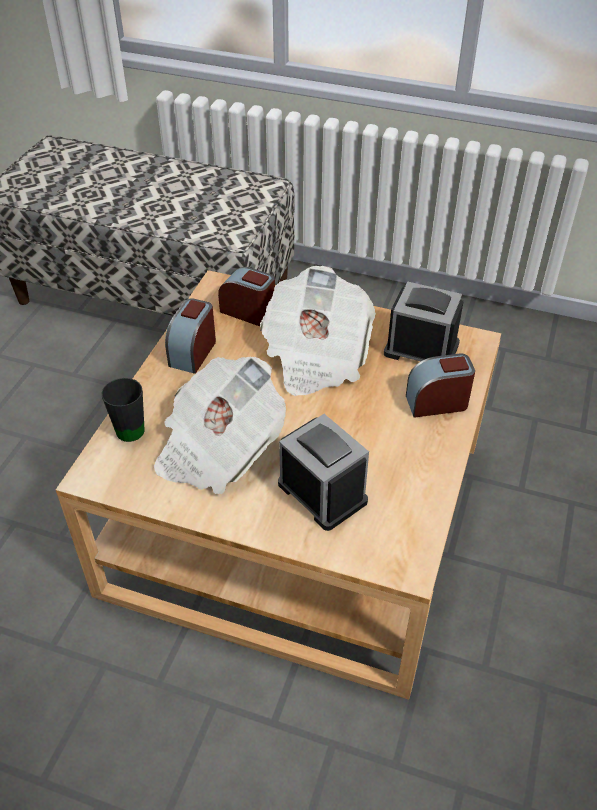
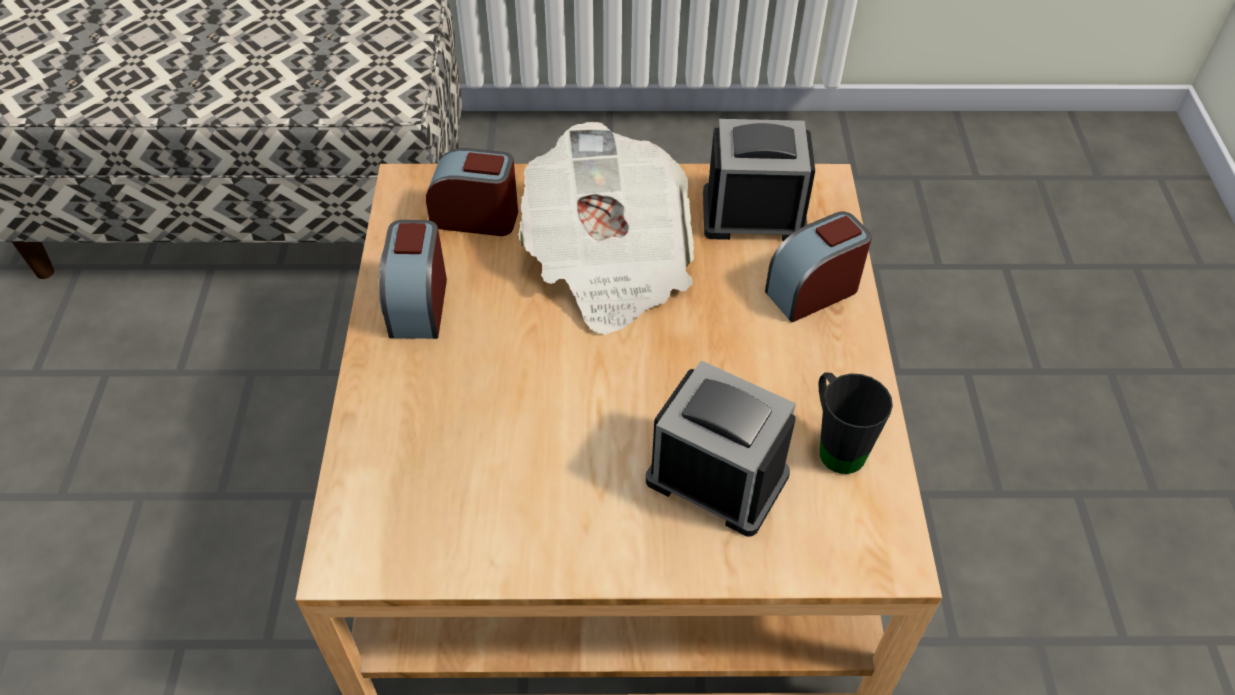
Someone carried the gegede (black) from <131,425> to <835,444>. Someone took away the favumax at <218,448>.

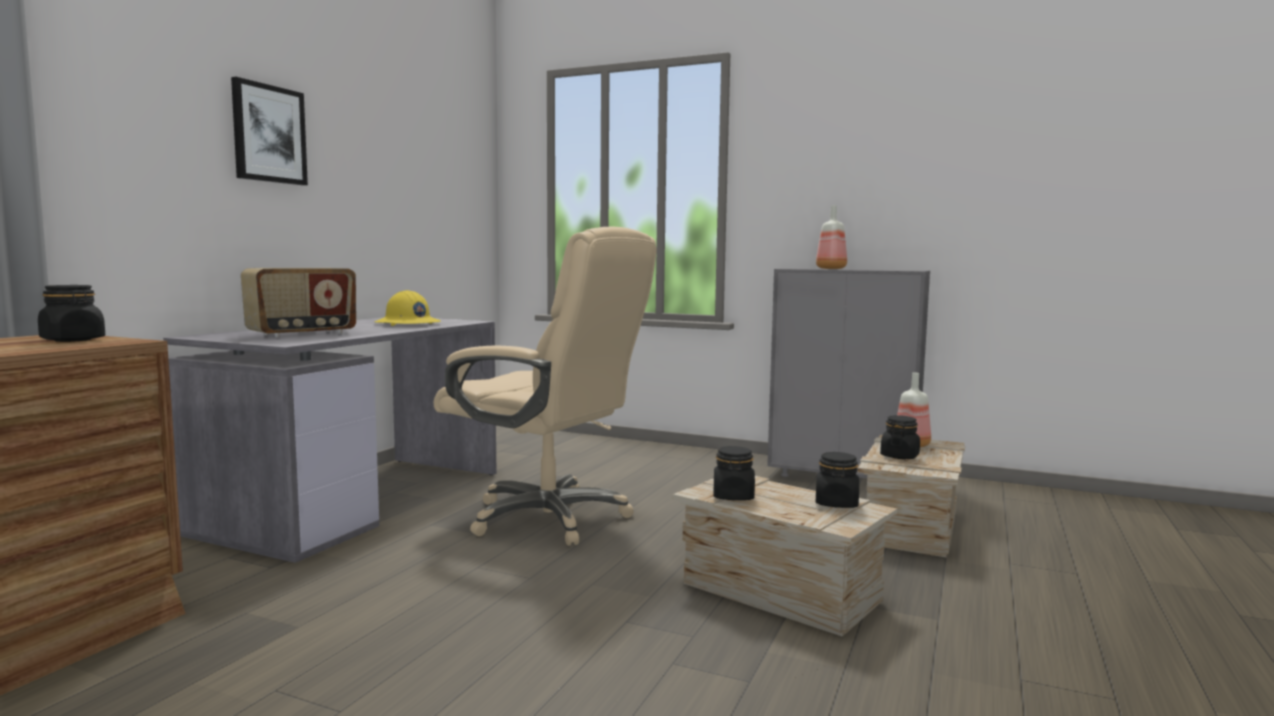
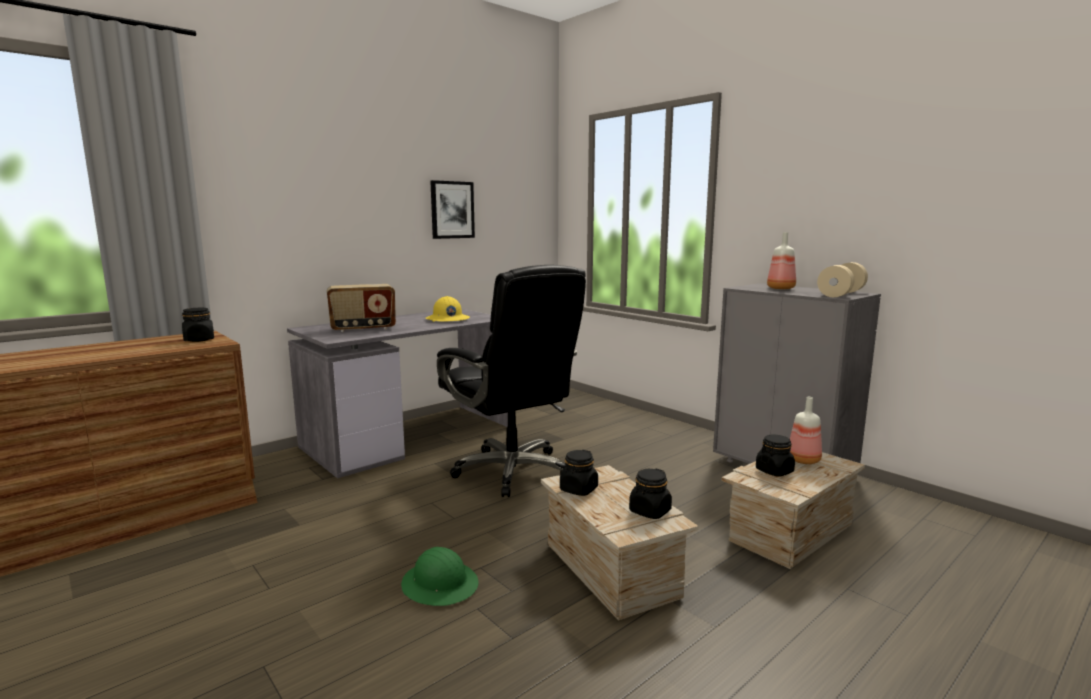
Someone carried the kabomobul from <269,134> to <452,210>. Someone repainted the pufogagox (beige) at <545,517>, which became the pufogagox (black) at <510,469>. Someone put down the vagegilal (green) at <440,585>. Someone put down the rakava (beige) at <841,294>.

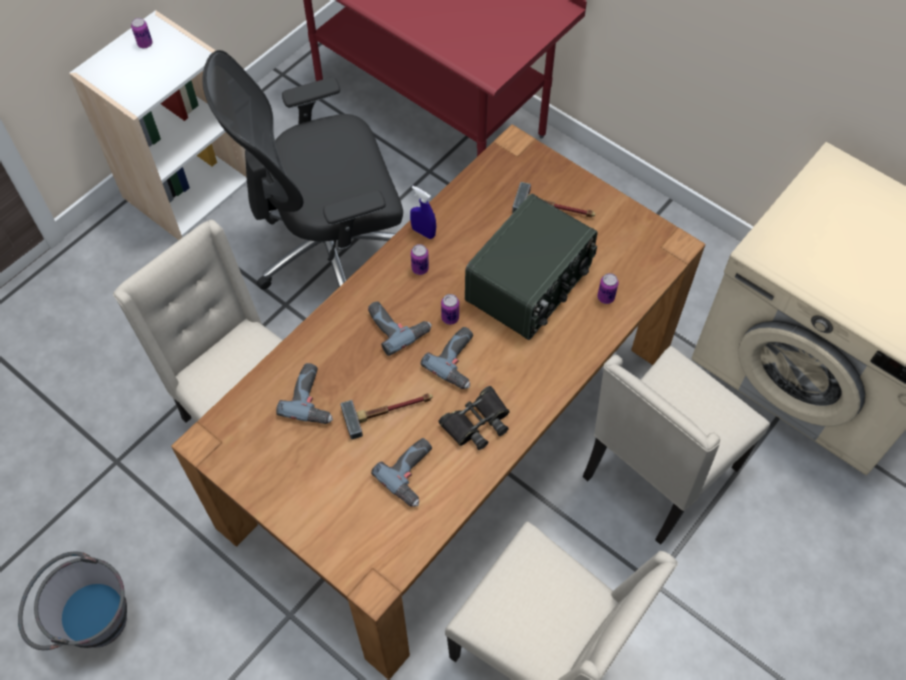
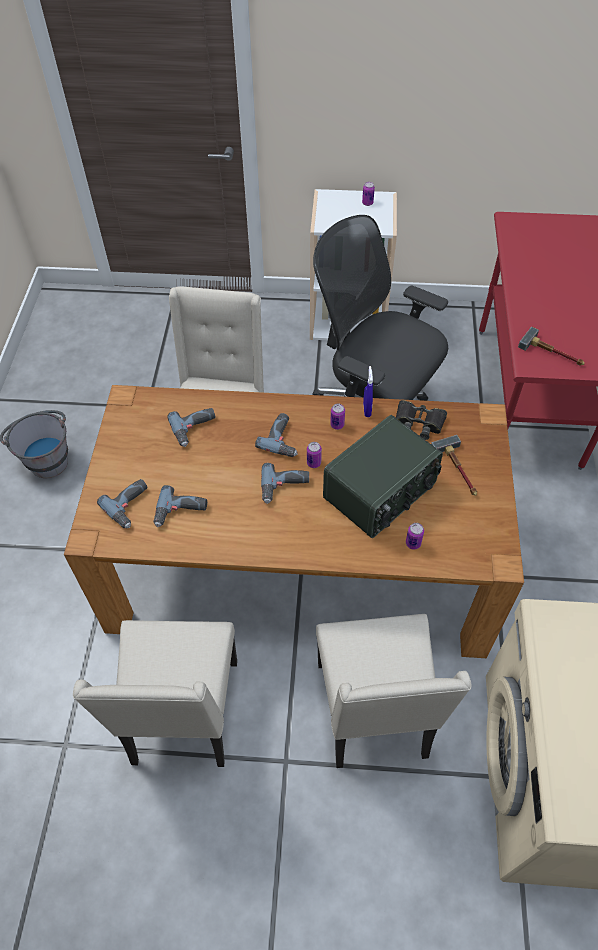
Someone carried the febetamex from <389,411> to <552,353>. Someone carried the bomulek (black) from <477,422> to <418,423>. Someone rotated the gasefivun at <530,285> by 45 degrees counterclockwise. Someone rotated the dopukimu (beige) at <657,473> by 105 degrees counterclockwise. Someone put down the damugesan at <131,506>.

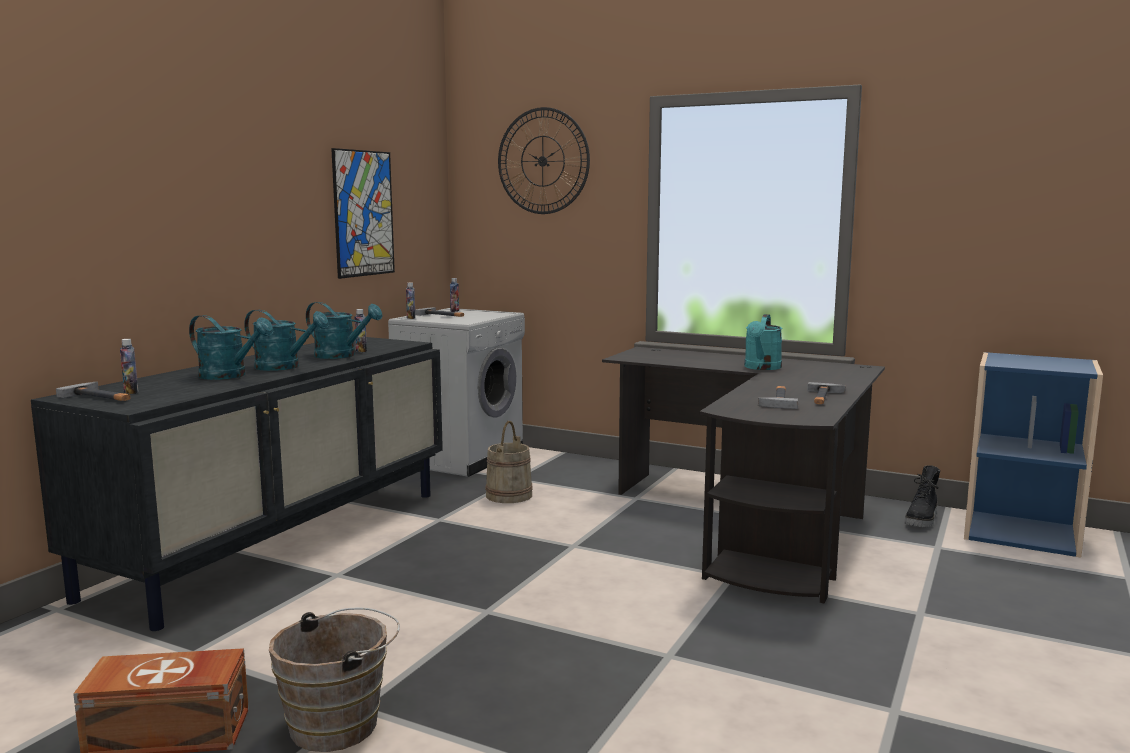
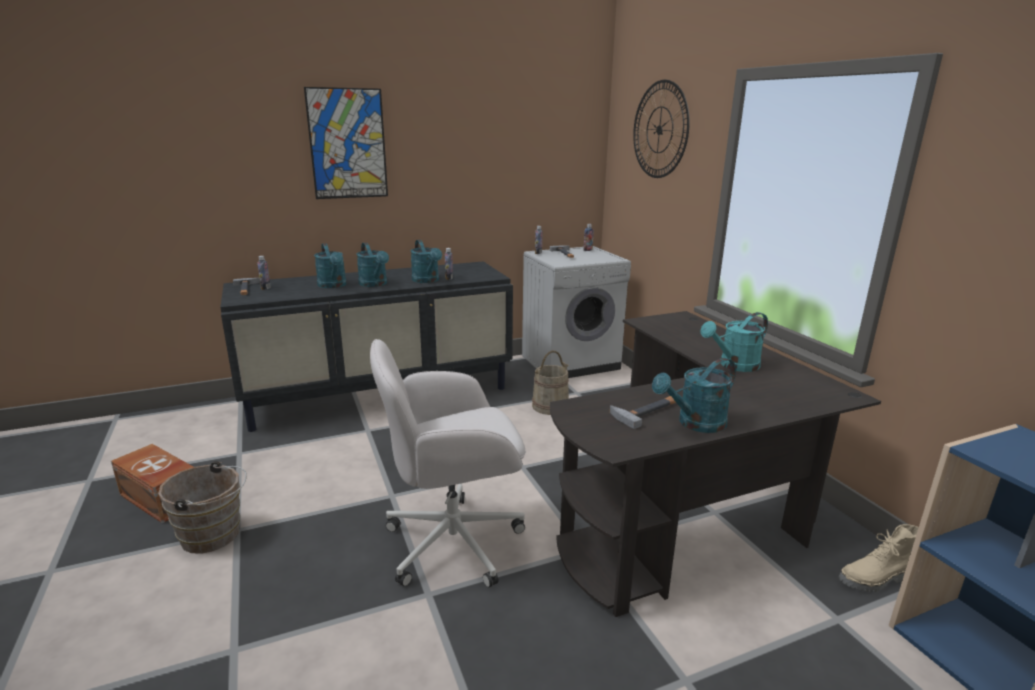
Someone carried the kabomobul from <363,213> to <347,144>. Someone swapped the febetamex at <823,398> for the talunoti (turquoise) at <695,424>. Someone repainted the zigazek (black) at <922,520>, which became the zigazek (beige) at <874,580>. Someone put down the pufogagox (white) at <453,543>.

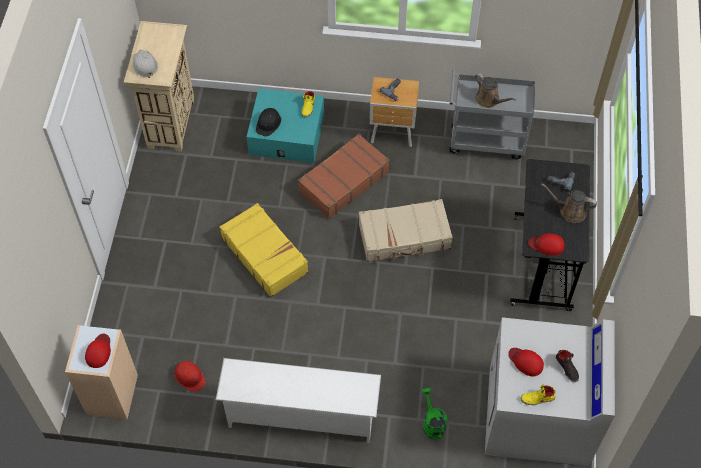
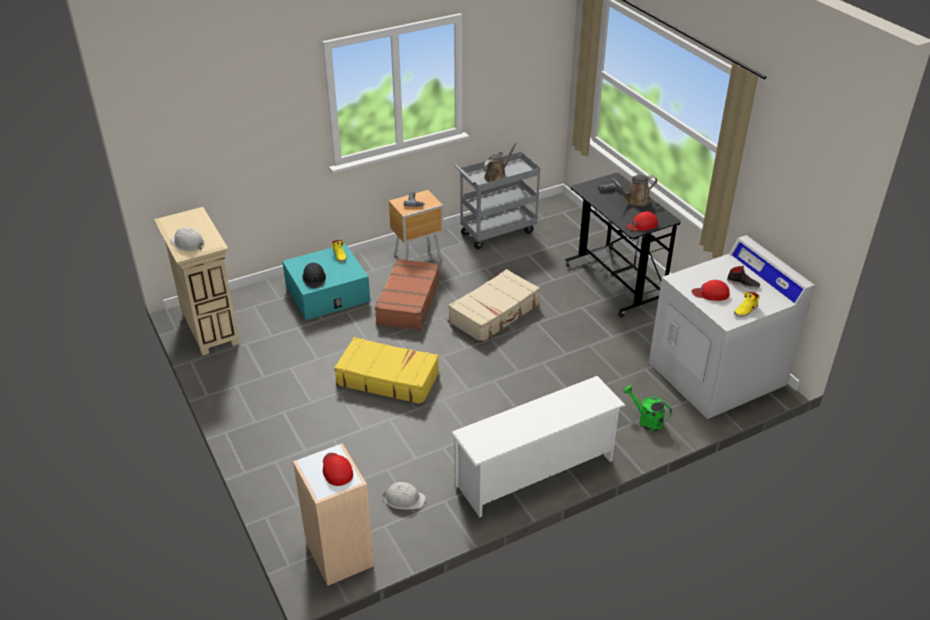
Someone repainted the vagegilal (red) at <189,376>, which became the vagegilal (white) at <404,499>. Someone rotated the talunoti (brown) at <489,100> by 60 degrees counterclockwise.

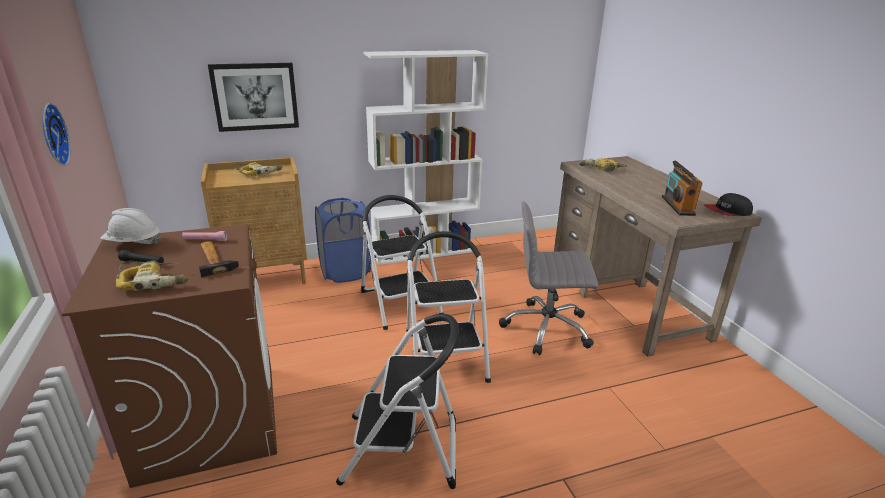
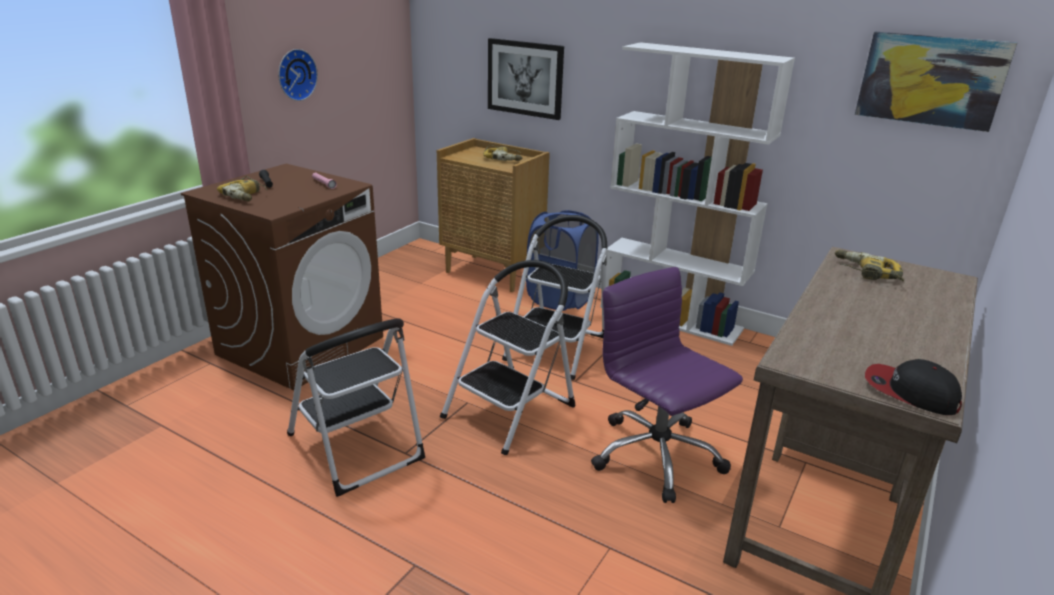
Someone took away the vagegilal (white) at <133,243>. Someone took away the febetamex at <214,259>. Someone repainted the pufogagox (grey) at <546,328>, which became the pufogagox (purple) at <656,455>. Someone took away the gasefivun at <677,206>. Someone put up the kabomobul at <931,80>.

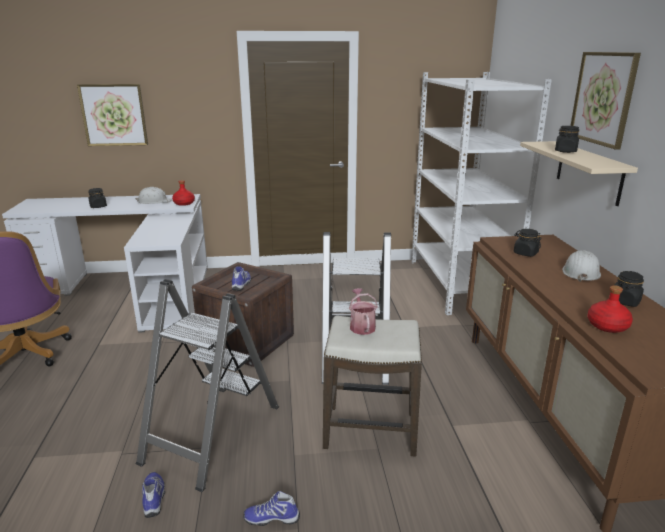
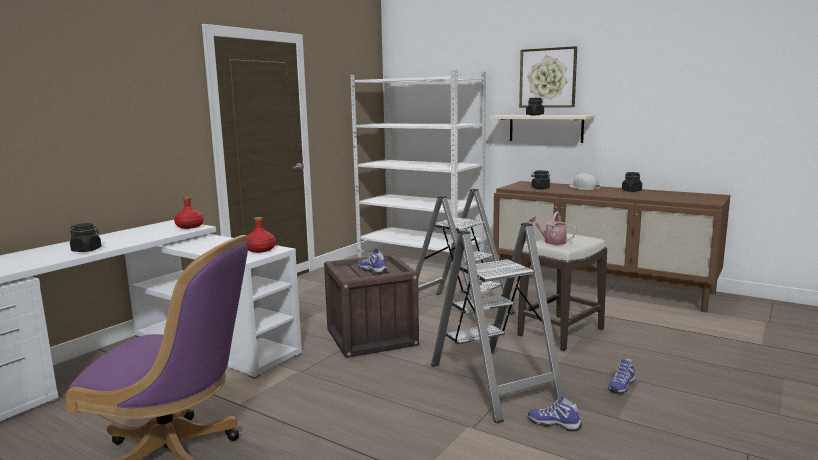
Someone took away the kabomobul at <114,115>. Someone took away the vagegilal (white) at <154,201>. Someone carried the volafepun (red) from <607,326> to <260,250>.

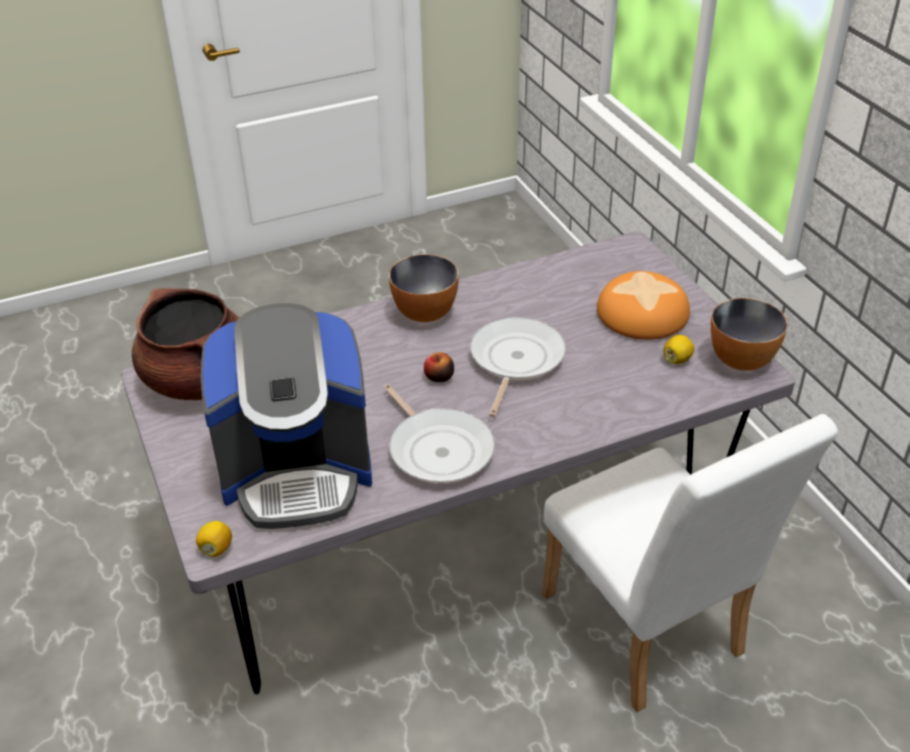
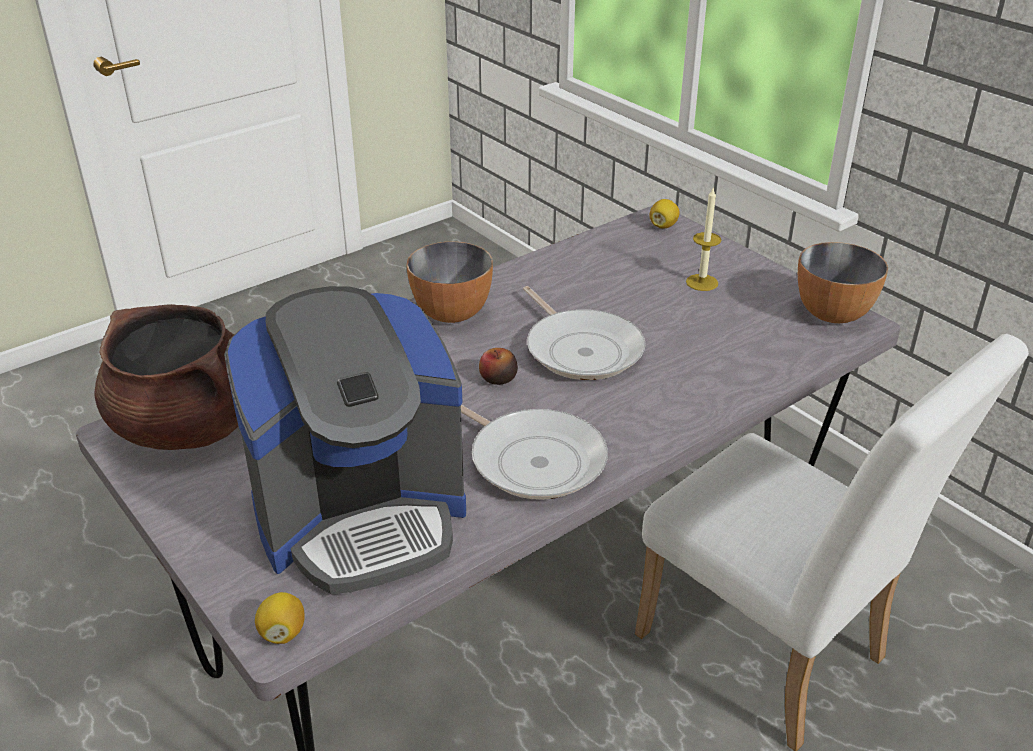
Someone rotated the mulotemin at <515,360> by 150 degrees clockwise. Someone swapped the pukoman at <642,313> for the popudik at <702,282>. Someone carried the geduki from <677,359> to <663,226>.

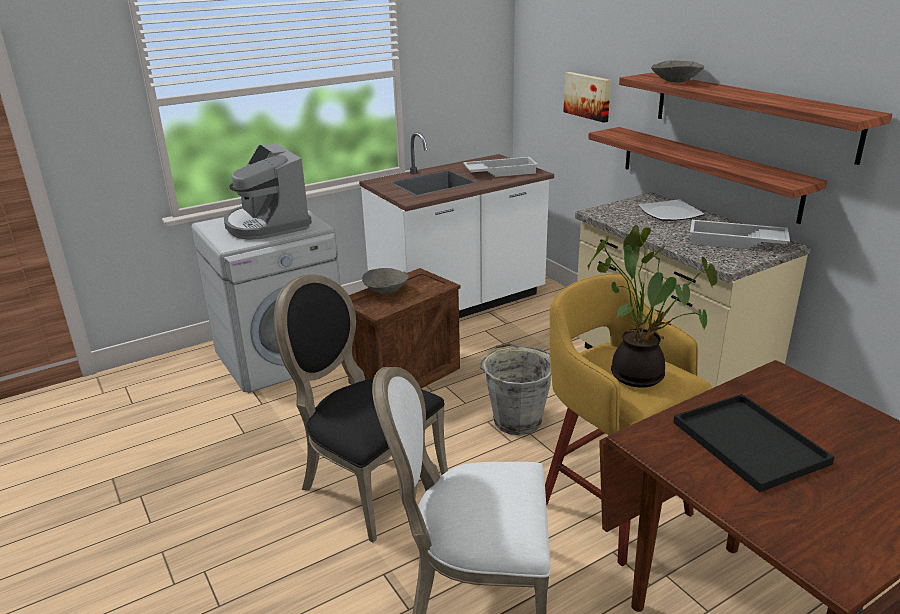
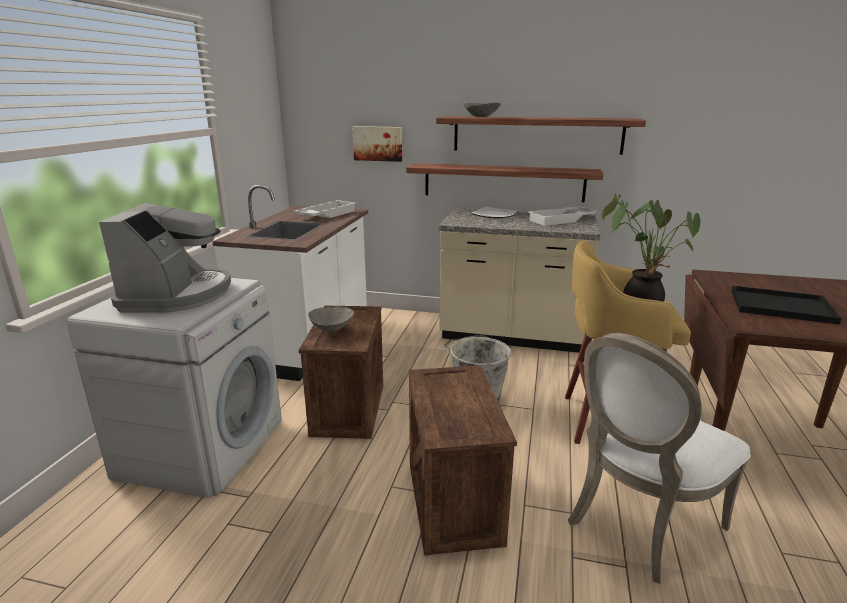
Someone rotated the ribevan at <267,225> by 105 degrees counterclockwise. Someone swapped the dopukimu (black) at <367,483> for the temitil at <451,502>.

